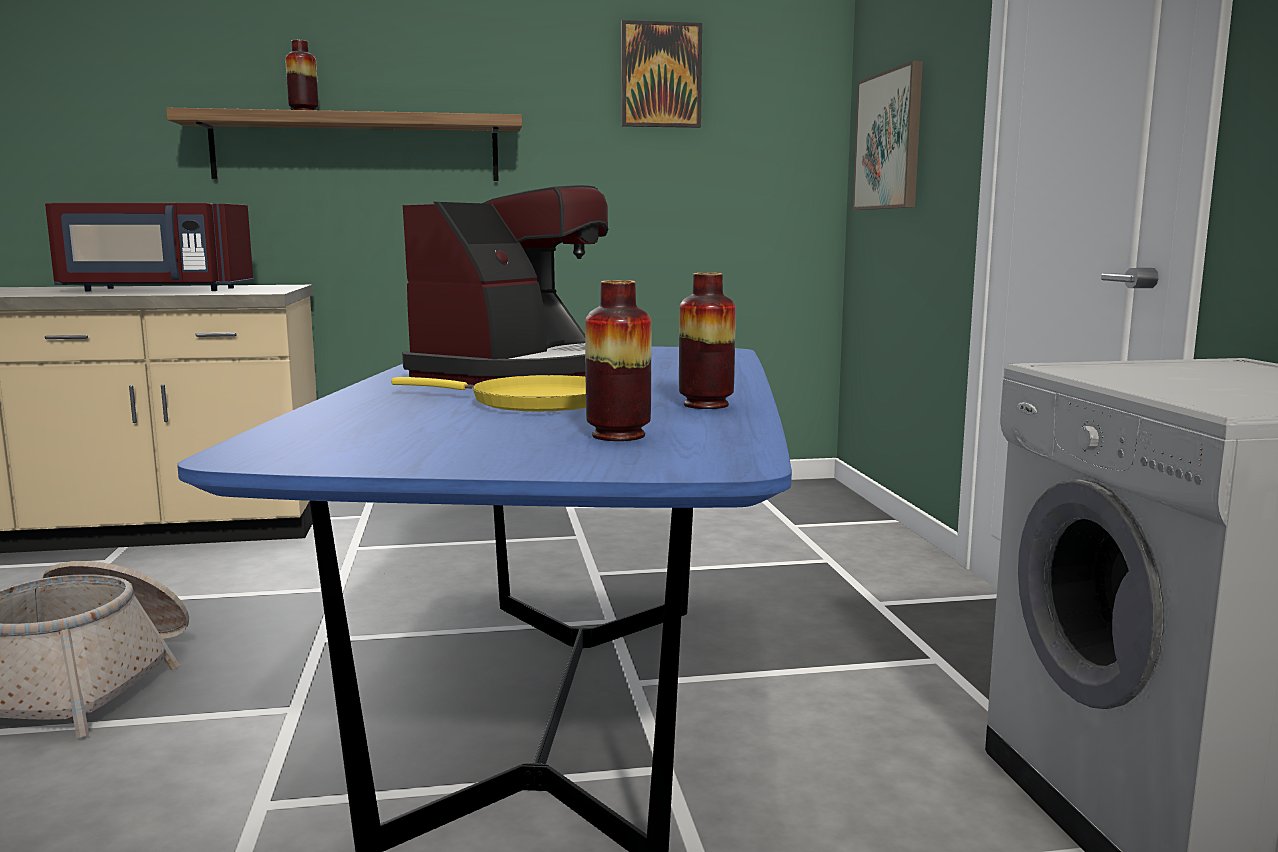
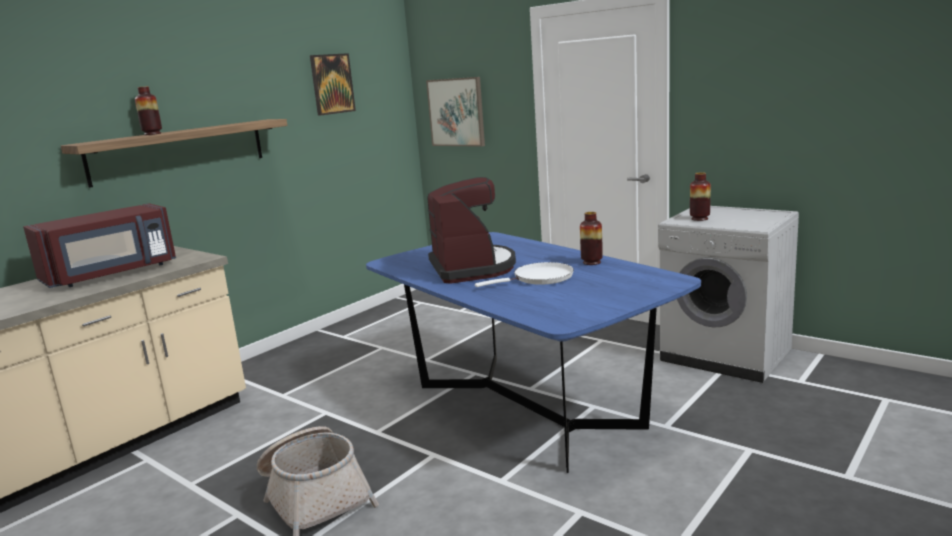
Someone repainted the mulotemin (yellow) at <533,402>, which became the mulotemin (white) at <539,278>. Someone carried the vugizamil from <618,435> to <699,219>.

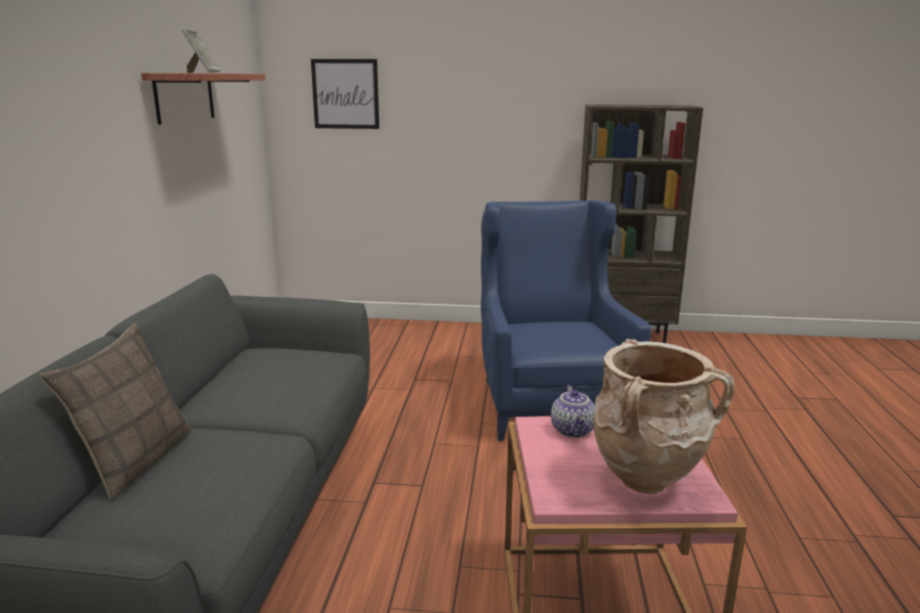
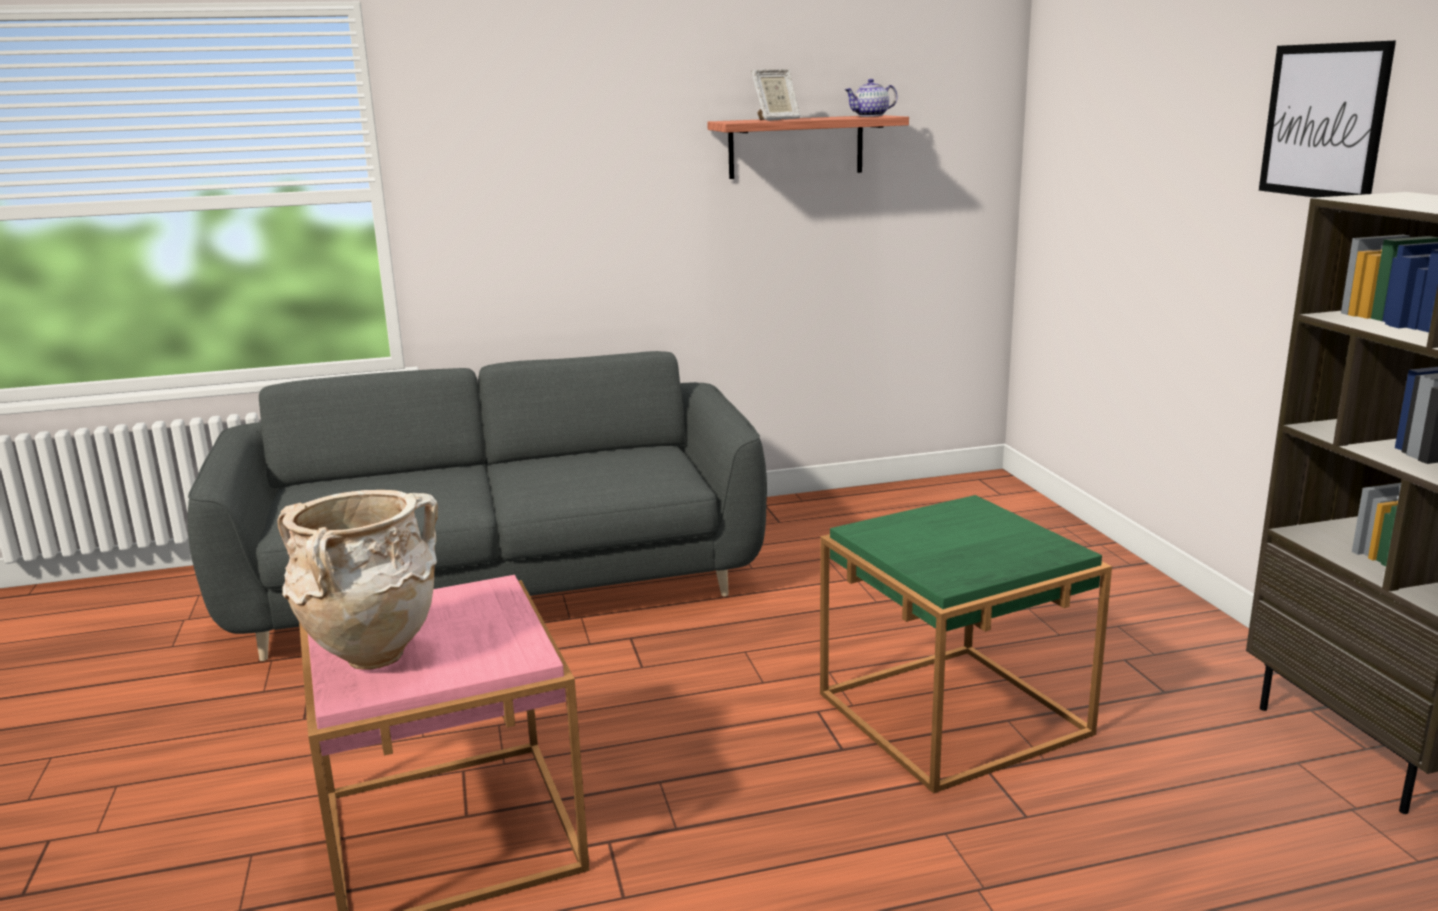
Someone took away the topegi at <135,461>. Someone carried the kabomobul from <345,94> to <1323,121>. Someone swapped the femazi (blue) at <549,402> for the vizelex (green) at <952,713>. Someone carried the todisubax from <574,431> to <870,116>.

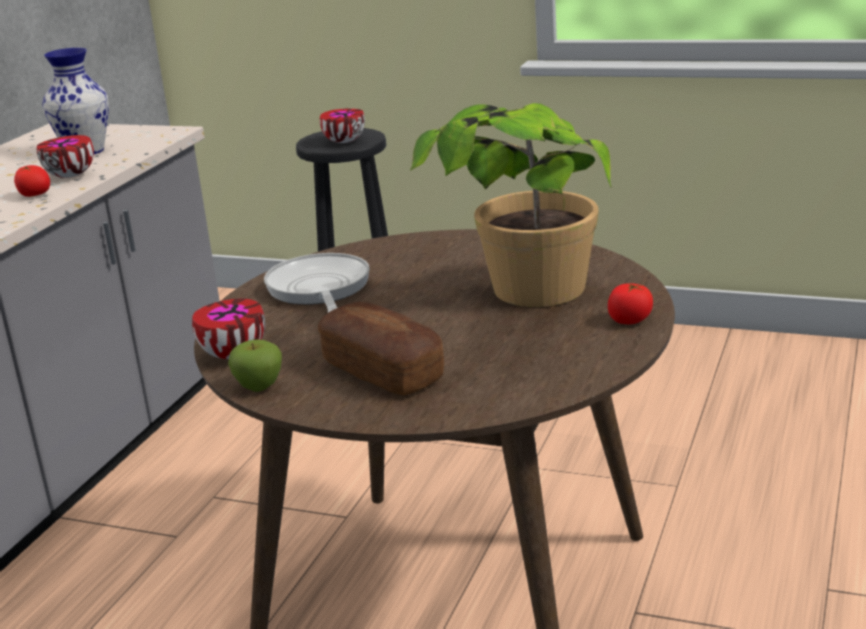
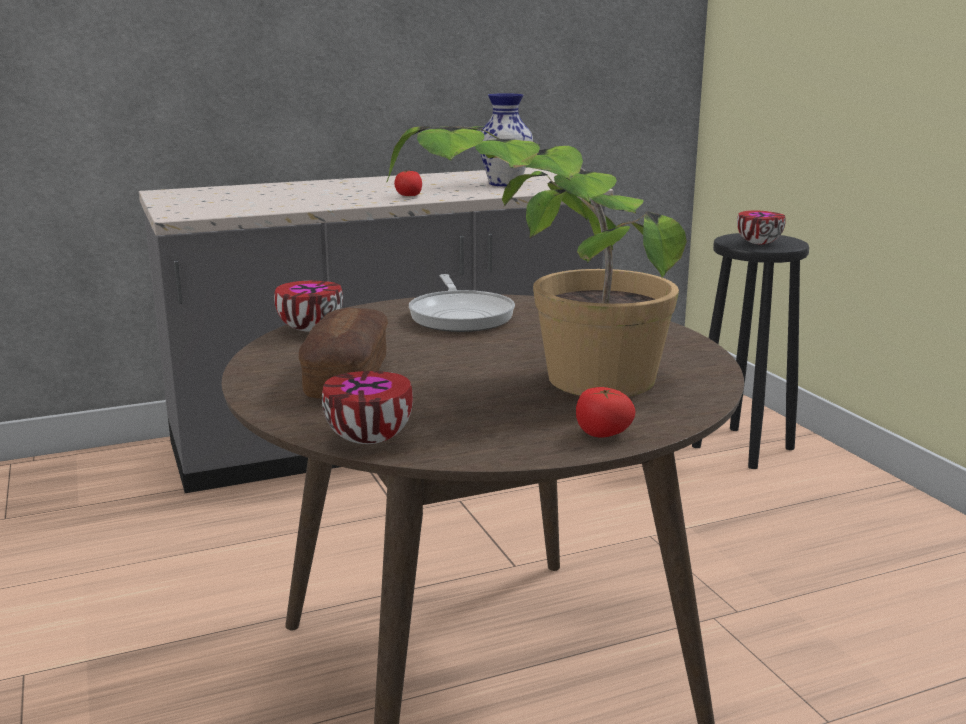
Someone carried the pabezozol from <72,175> to <371,440>. Someone took away the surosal at <259,387>. Someone rotated the mulotemin at <319,289> by 135 degrees clockwise.

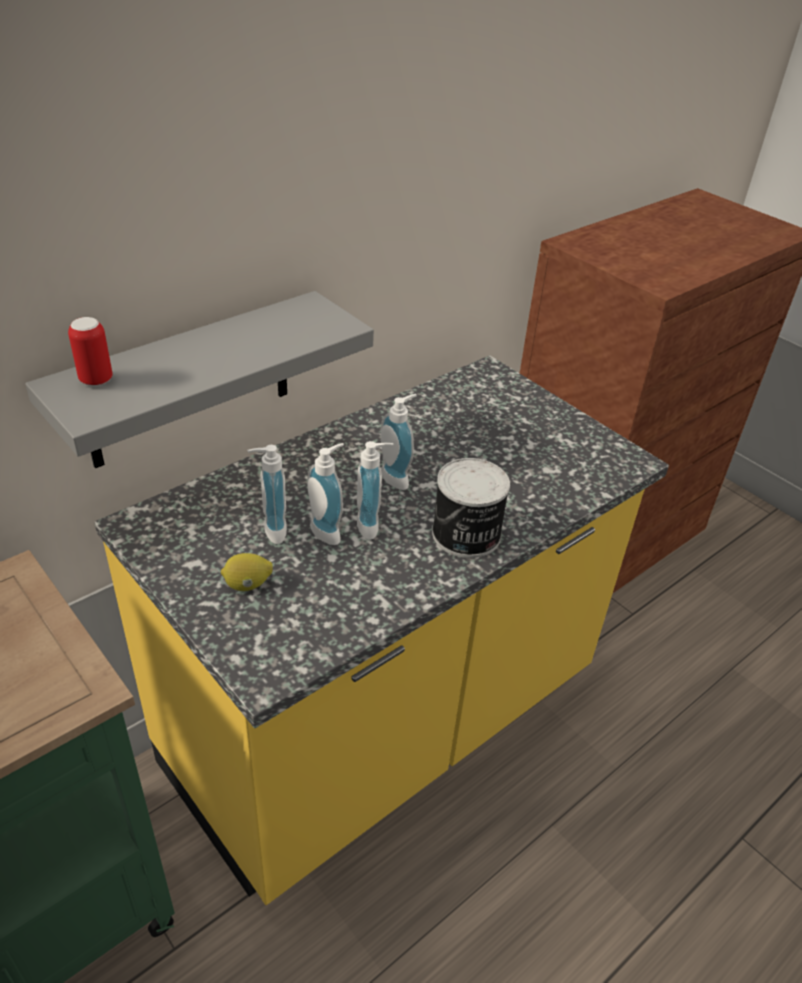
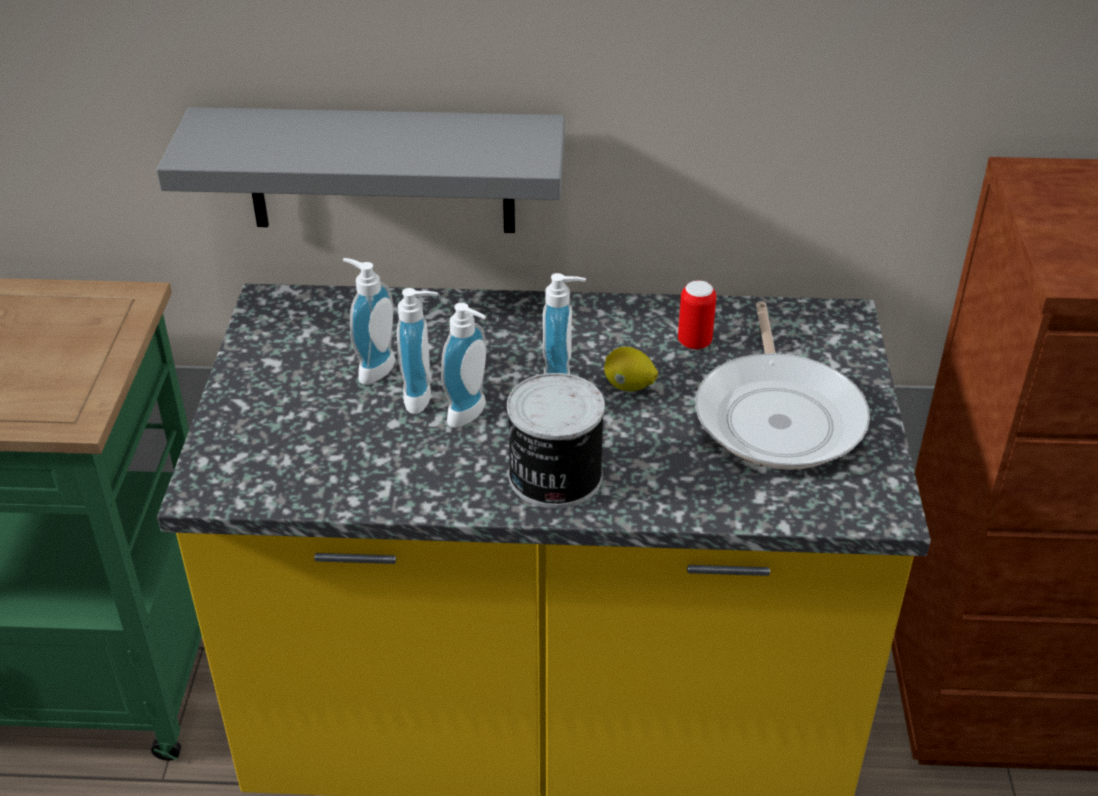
Someone carried the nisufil from <96,380> to <694,342>. Someone carried the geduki from <247,585> to <628,386>. Someone put down the mulotemin at <779,415>.

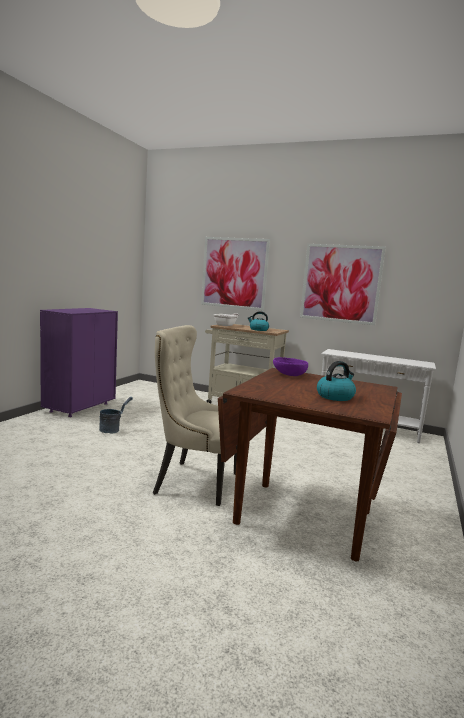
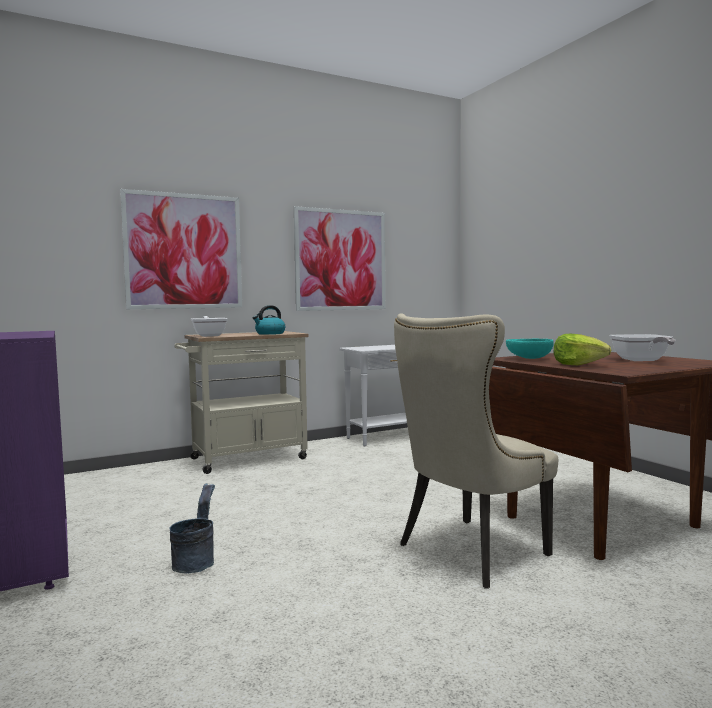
Someone repainted the pabezozol (purple) at <289,375>, which became the pabezozol (turquoise) at <529,358>. Someone swapped the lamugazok at <335,396> for the mulotemin at <642,360>. Someone put down the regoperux at <578,364>.

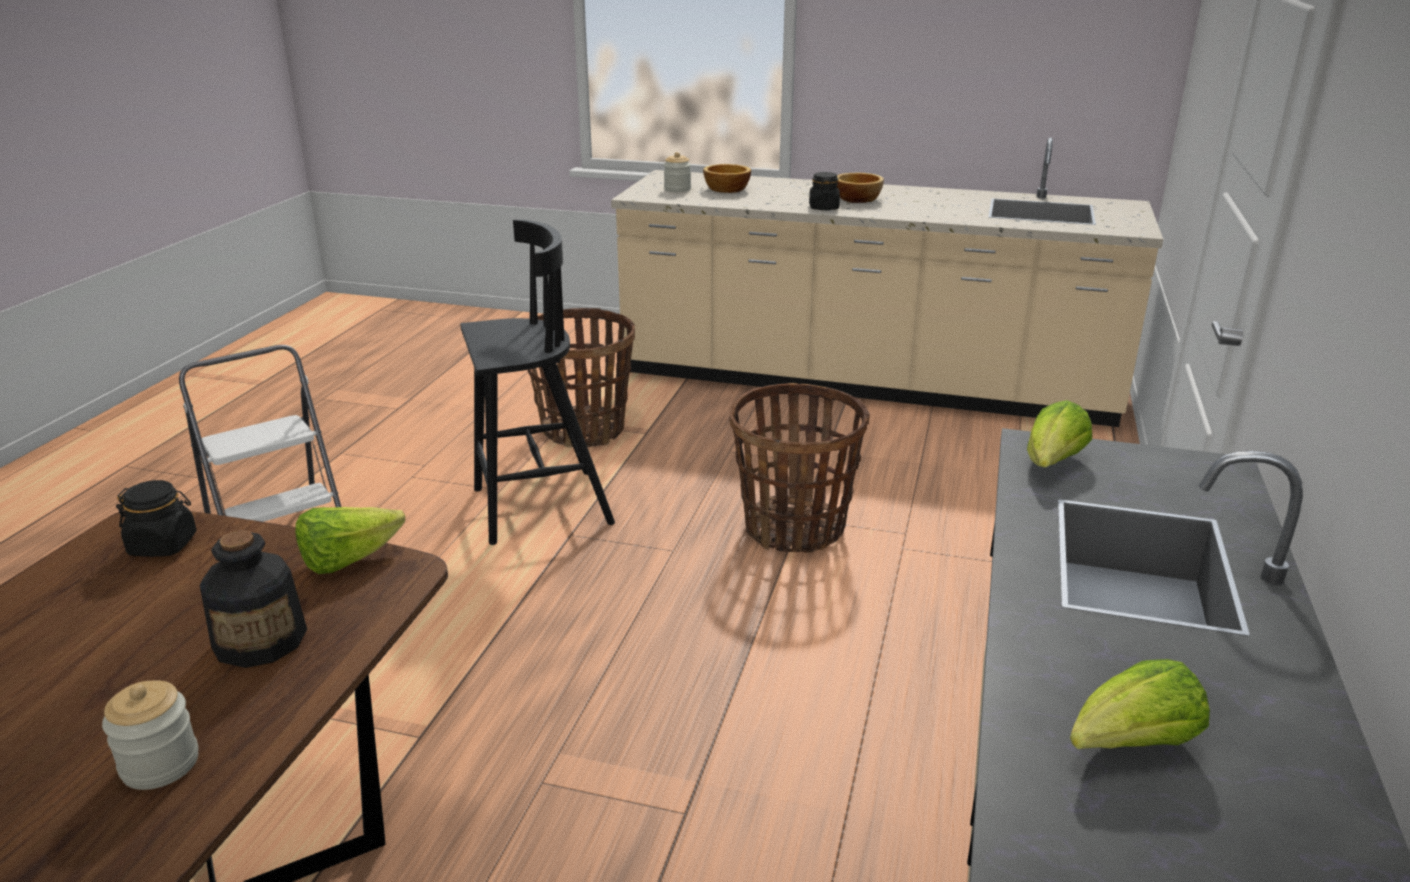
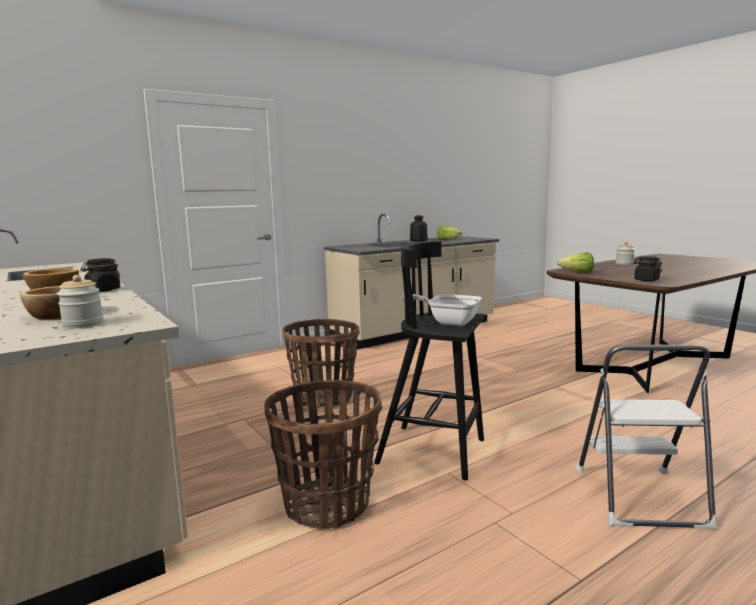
Someone carried the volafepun from <261,640> to <418,240>. Someone took away the regoperux at <1052,464>. Someone put down the mulotemin at <448,322>.

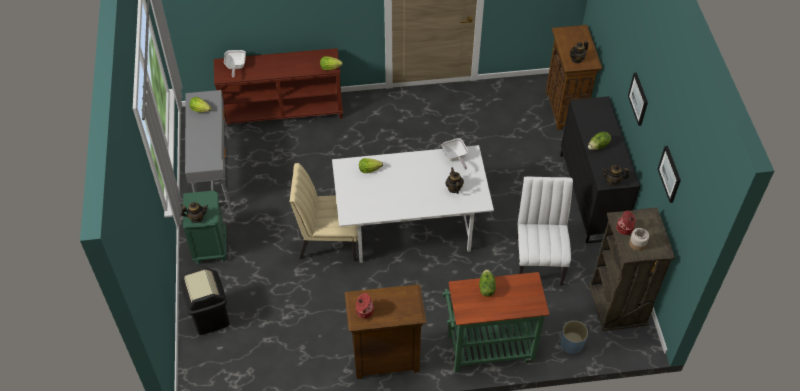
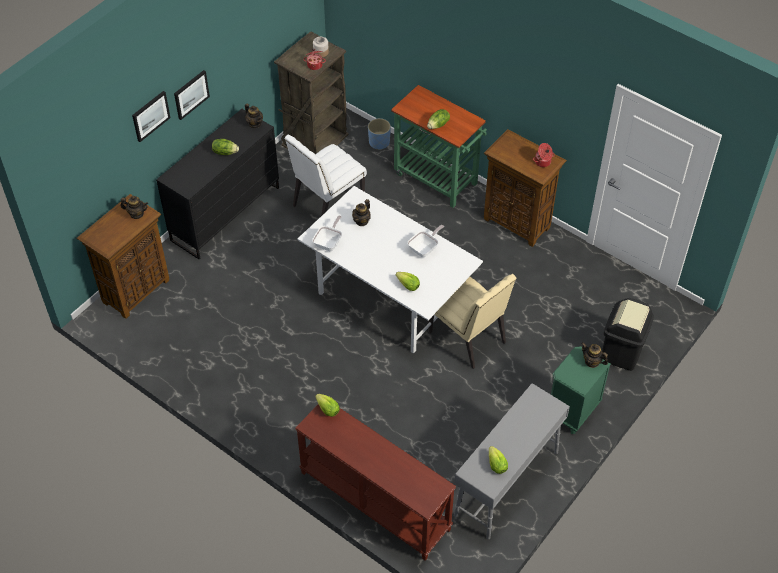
Someone carried the mulotemin from <235,67> to <425,248>. Someone carried the kabomobul from <670,174> to <150,115>.

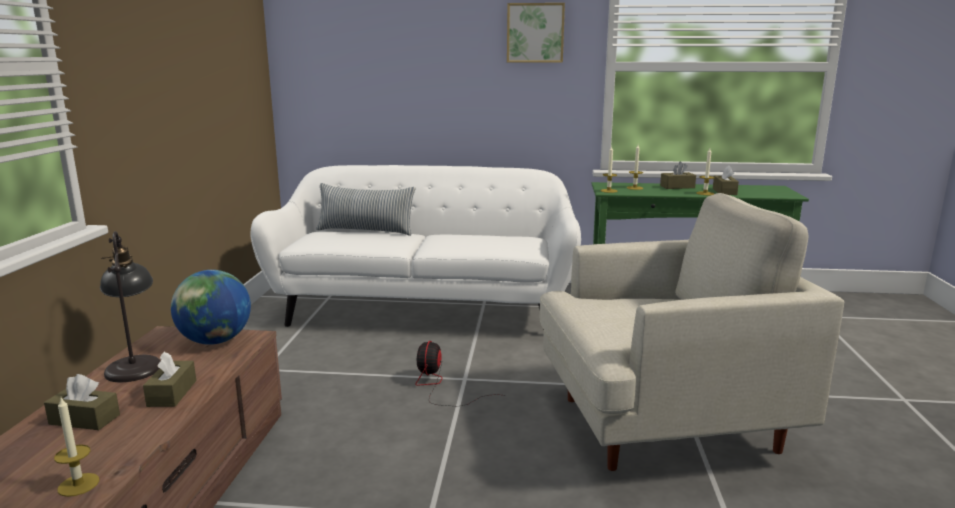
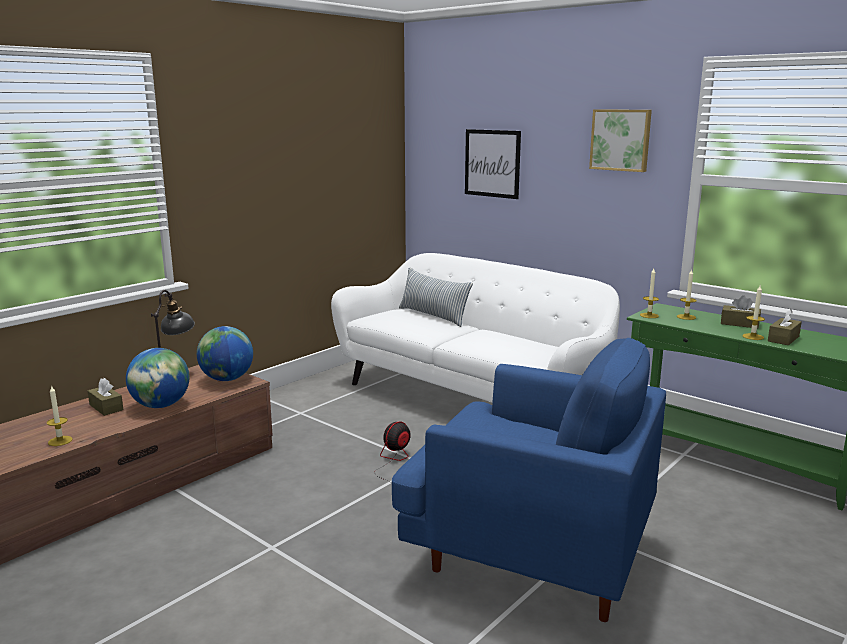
Someone swapped the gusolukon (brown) at <172,393> for the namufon at <161,405>. Someone repainted the femazi (beige) at <660,426>, which became the femazi (blue) at <527,556>. Someone put up the kabomobul at <492,163>.

